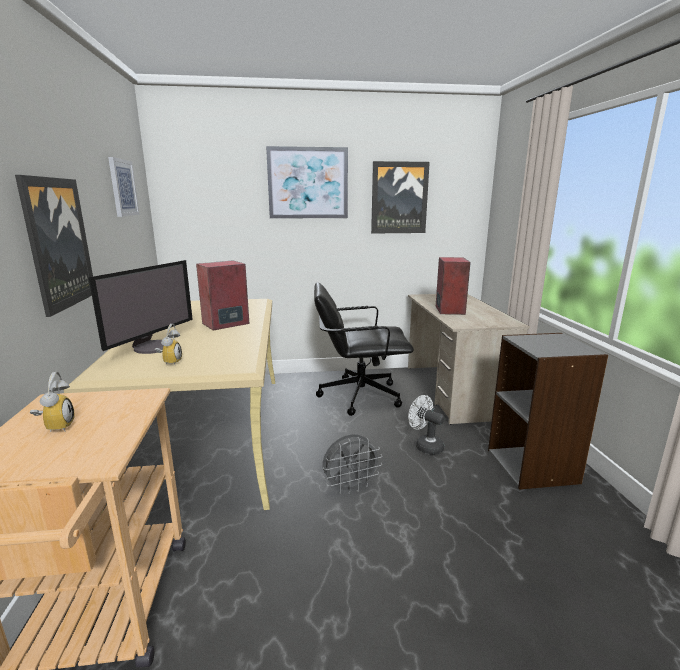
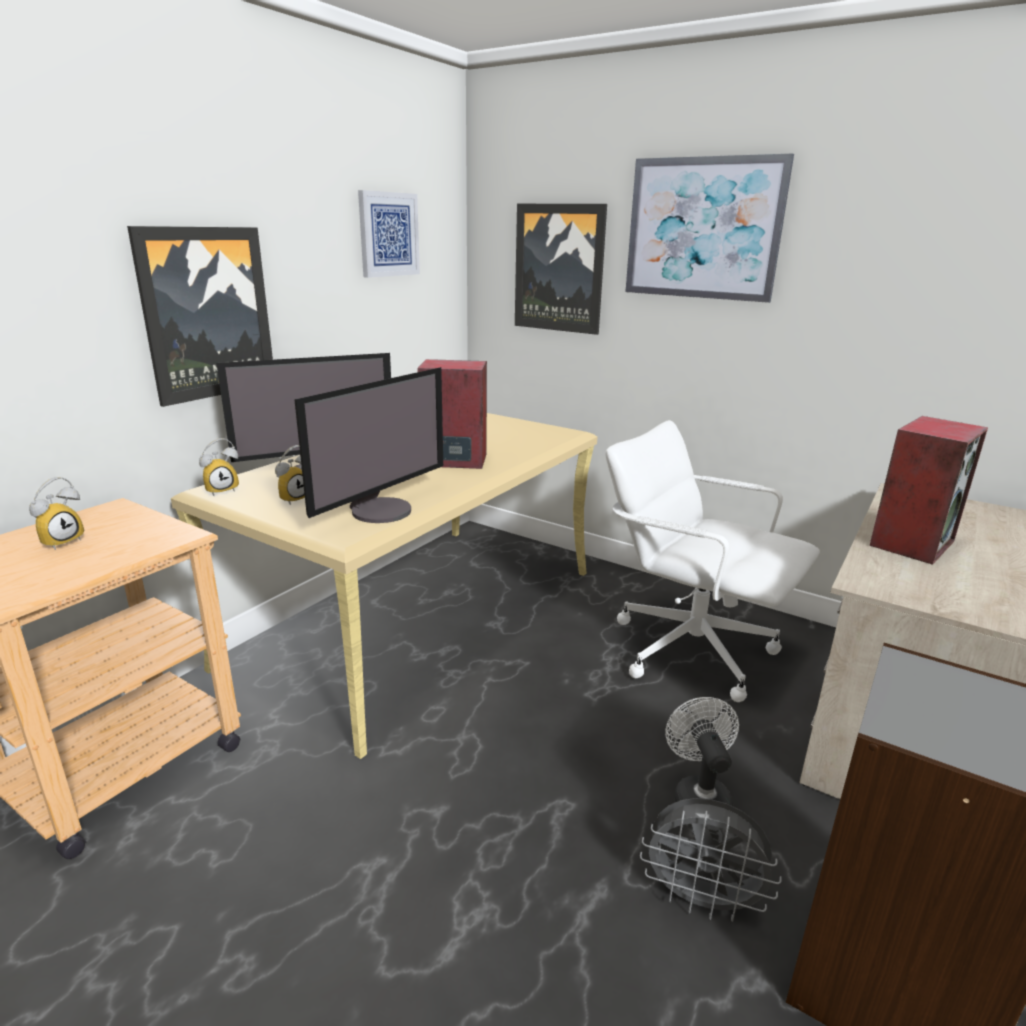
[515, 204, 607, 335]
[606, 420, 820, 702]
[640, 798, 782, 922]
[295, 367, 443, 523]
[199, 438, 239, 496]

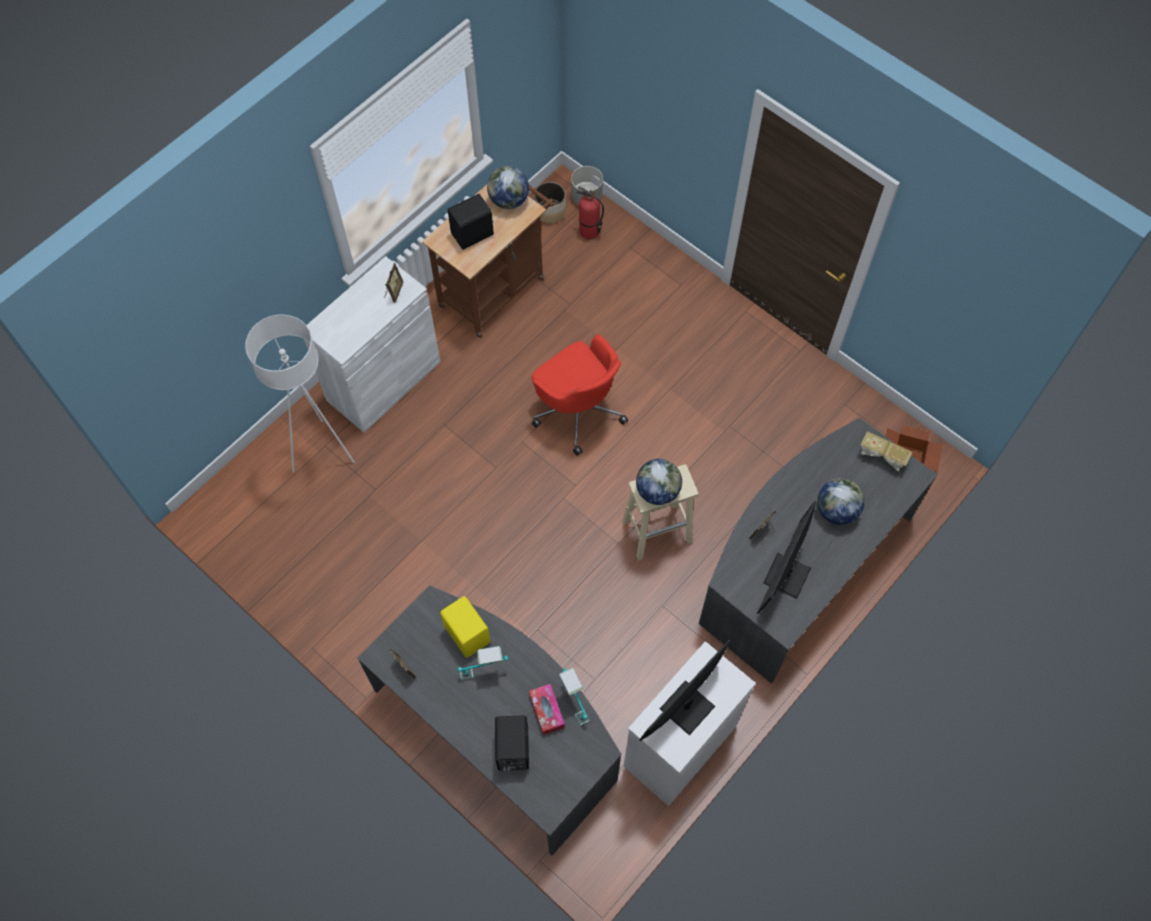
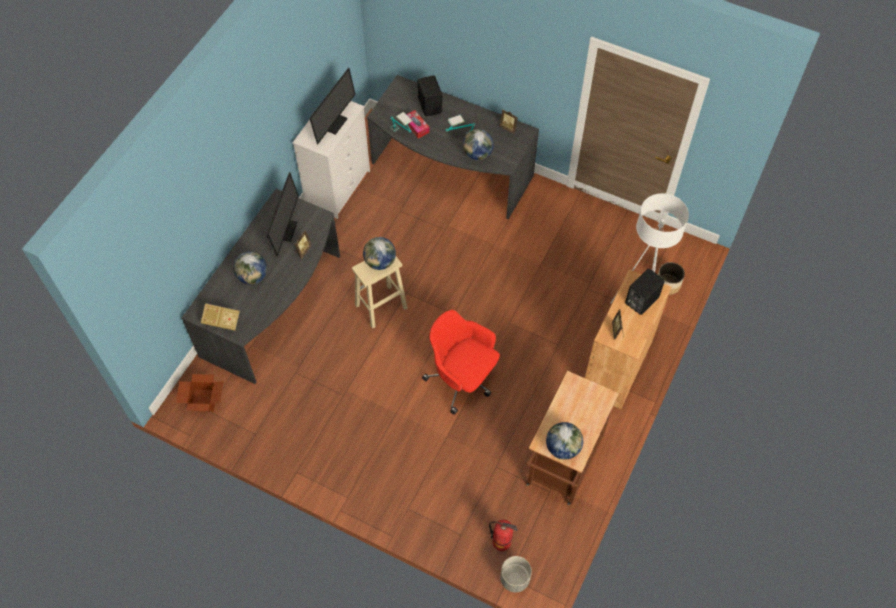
[658, 262, 685, 295]
[625, 269, 665, 315]
[585, 270, 671, 409]
[463, 129, 494, 160]

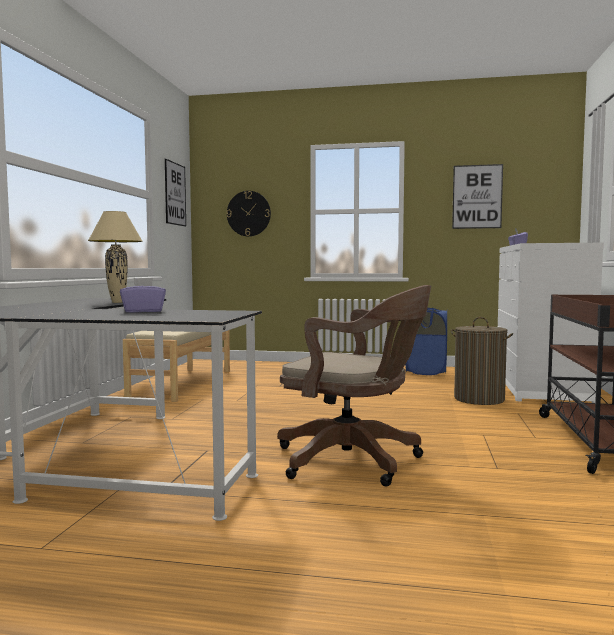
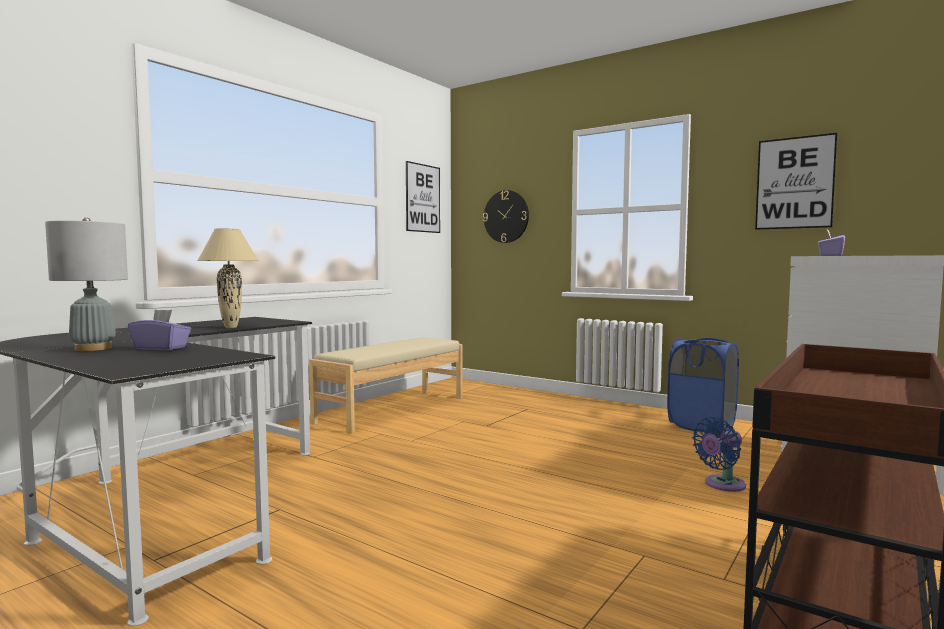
[277, 285, 431, 487] (first image)
[692, 417, 746, 492]
[45, 217, 128, 351]

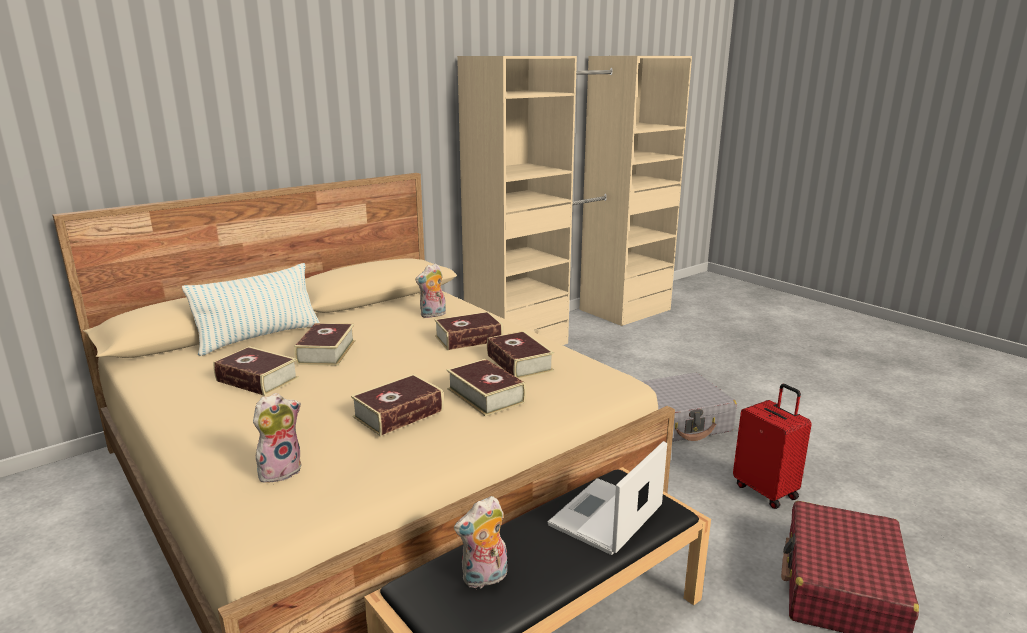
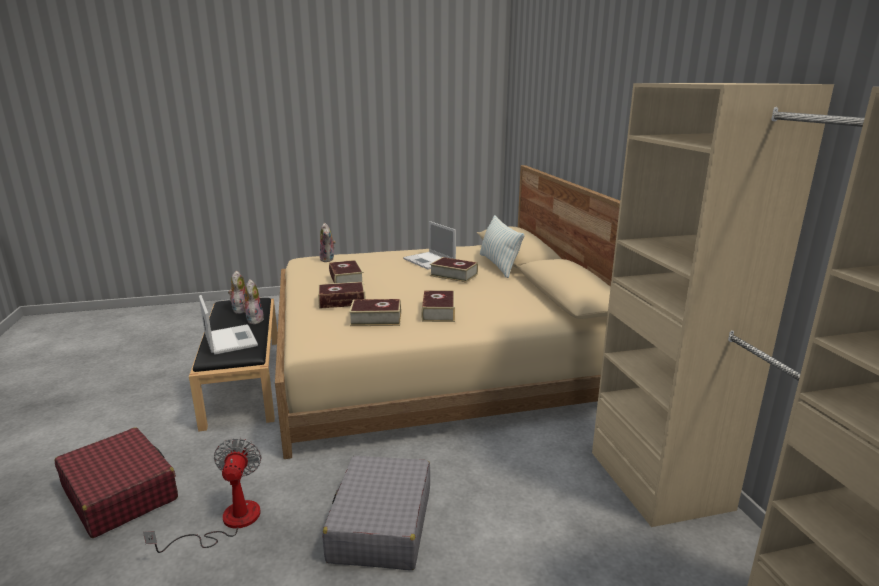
[241, 279, 264, 324]
[403, 221, 456, 269]
[143, 438, 262, 553]

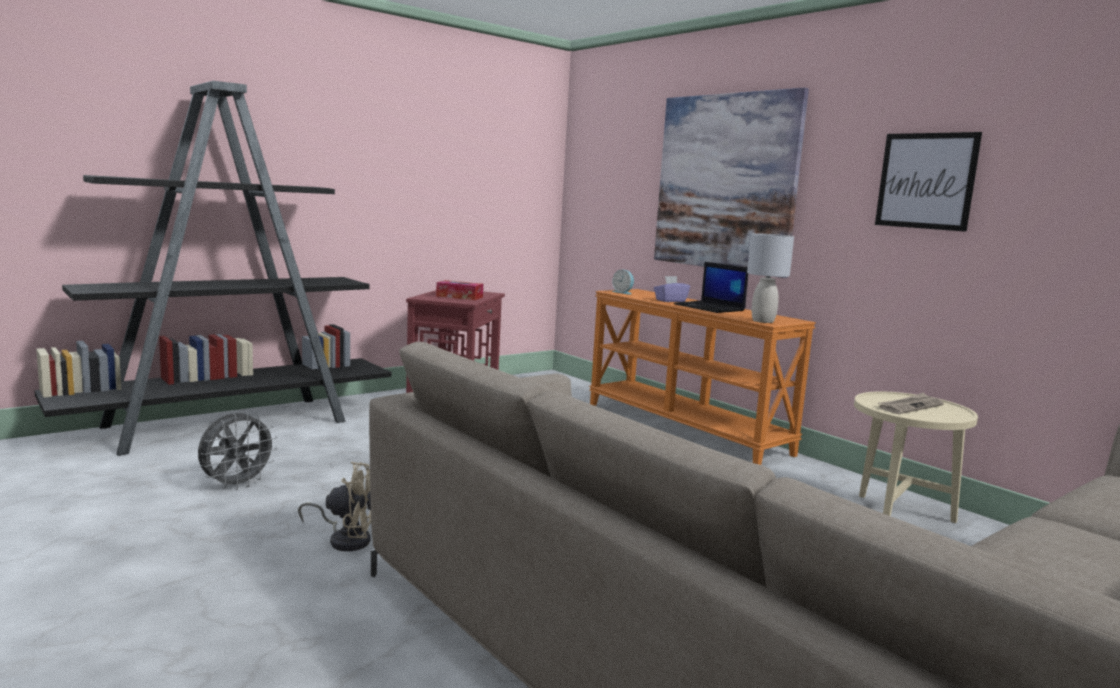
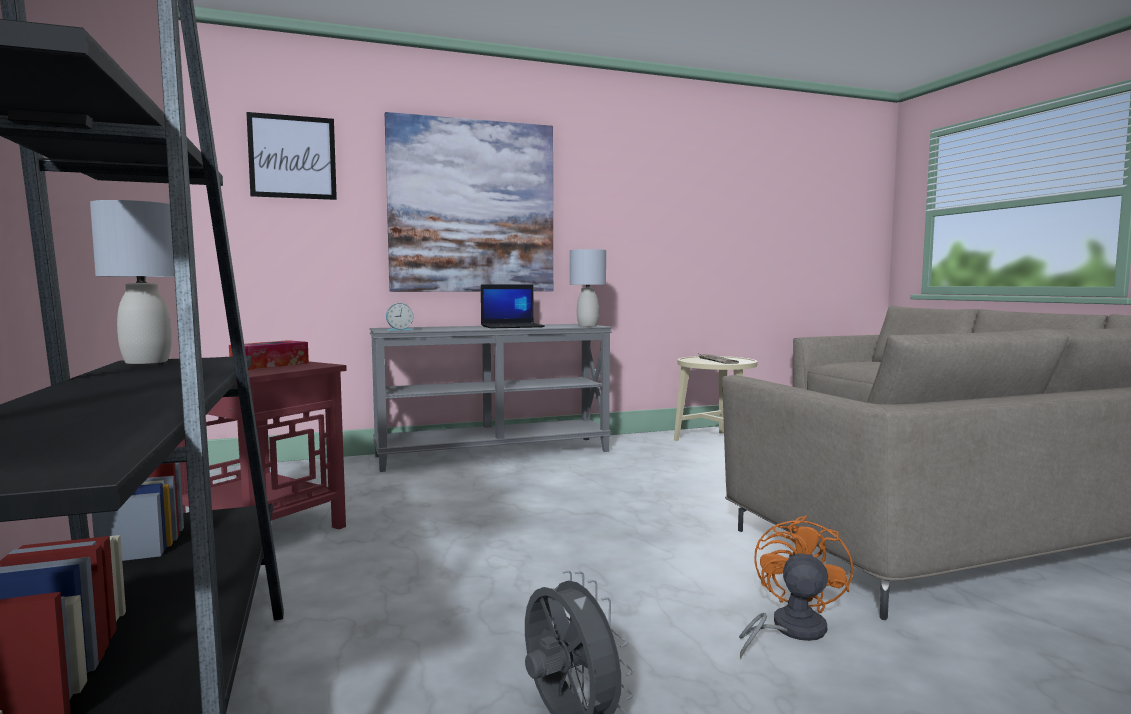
[246, 112, 337, 200]
[654, 276, 690, 302] (first image)
[370, 324, 612, 472]
[739, 515, 853, 659]
[90, 200, 174, 364]

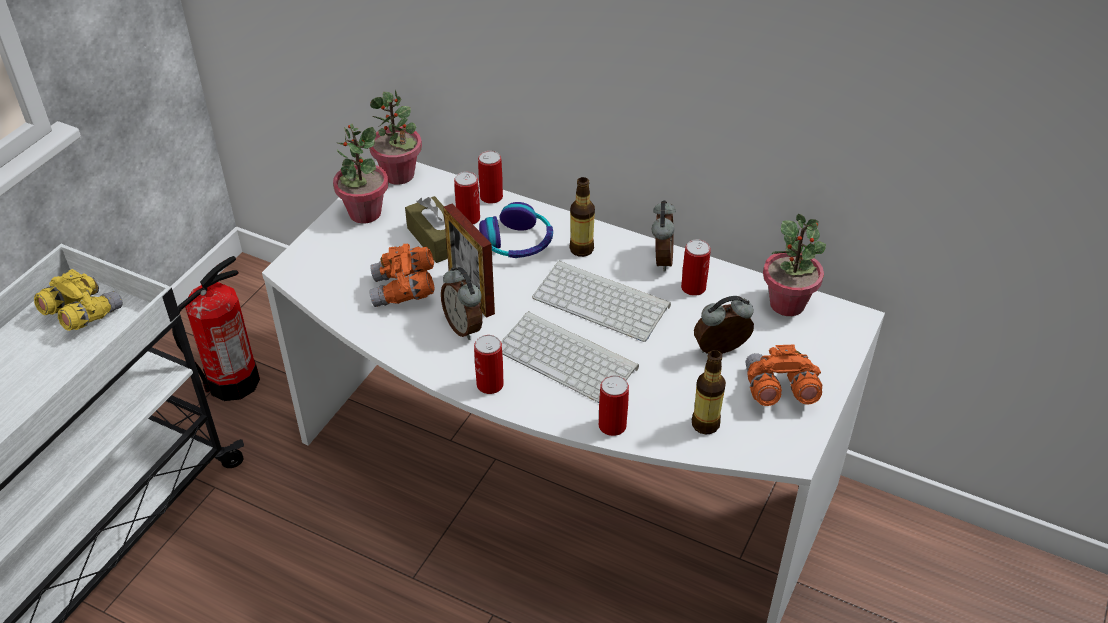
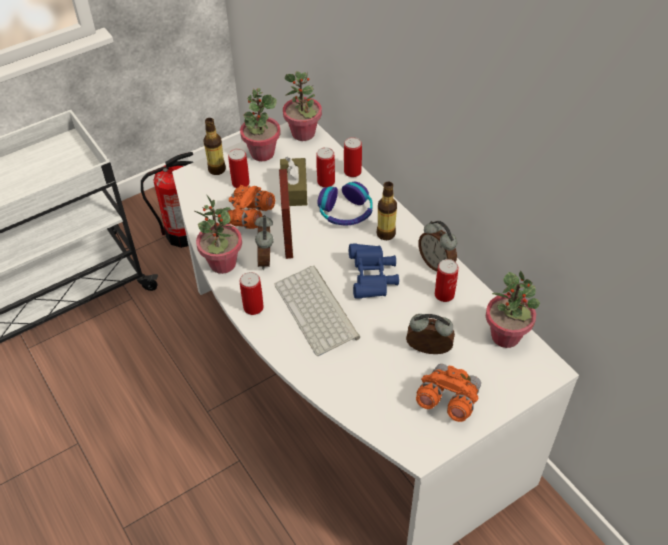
[418, 221, 457, 271]
[349, 243, 399, 299]
[34, 269, 122, 331] (first image)
[203, 118, 226, 175]
[228, 149, 250, 188]
[195, 194, 242, 274]

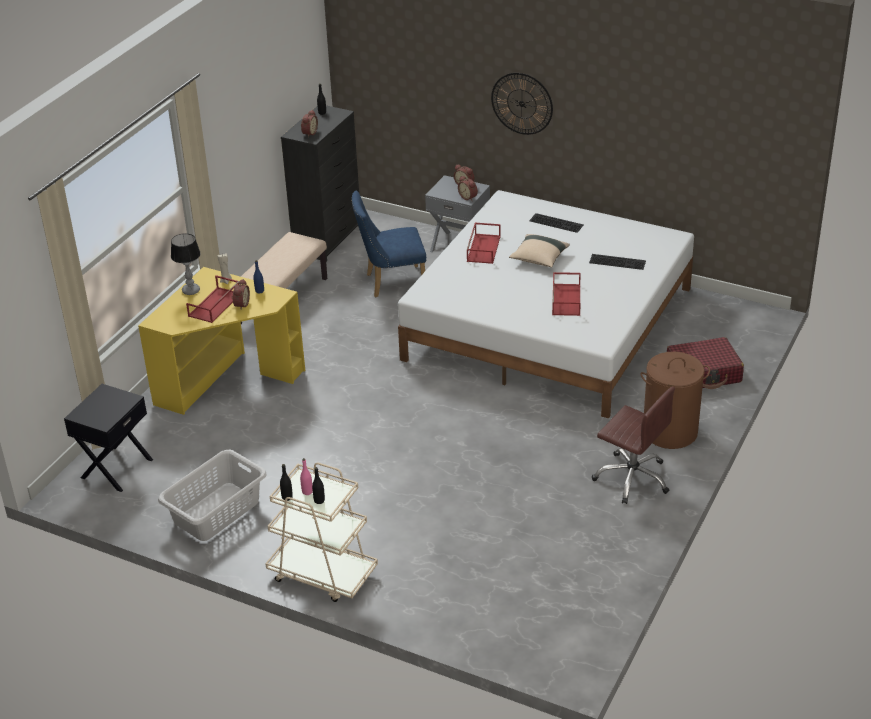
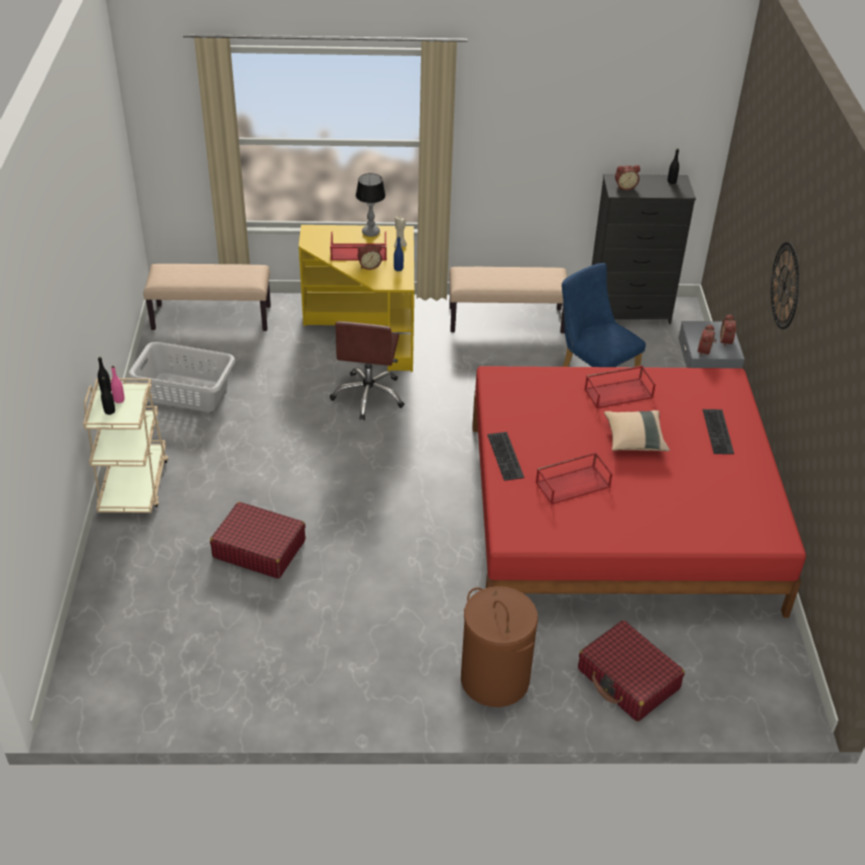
[472, 366, 806, 618]
[487, 432, 524, 481]
[144, 264, 271, 331]
[330, 321, 404, 420]
[210, 502, 305, 579]

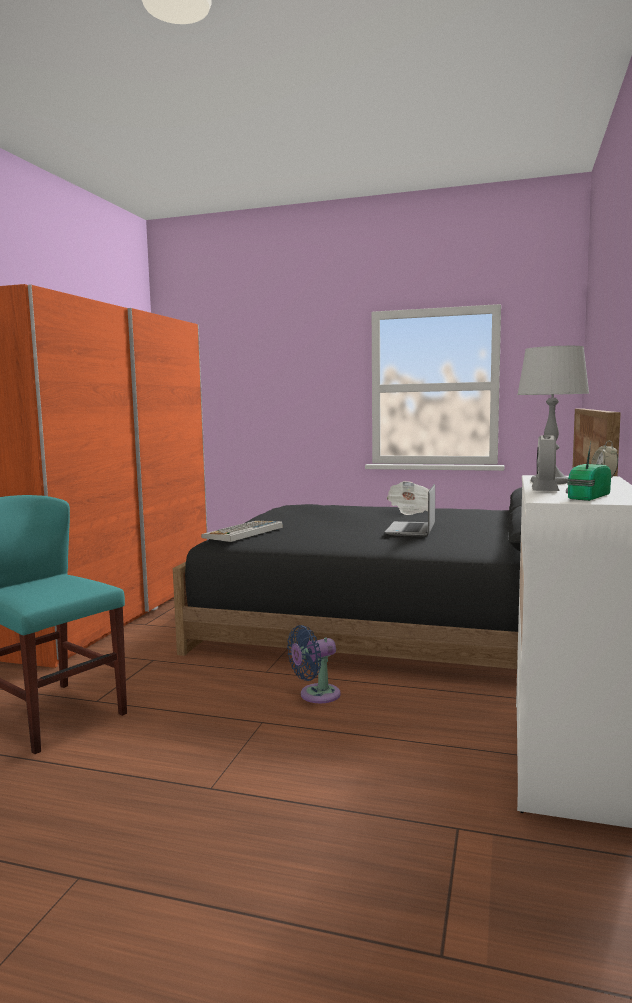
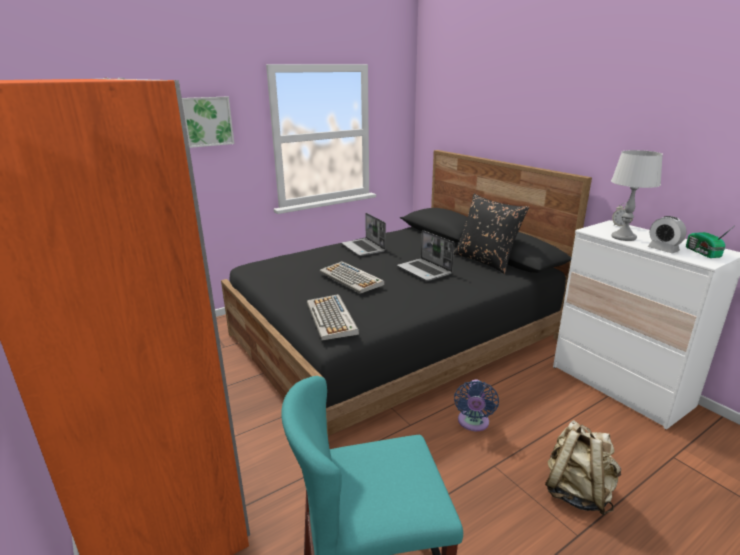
[341, 213, 386, 256]
[182, 97, 234, 148]
[454, 194, 529, 274]
[320, 261, 385, 294]
[545, 420, 621, 515]

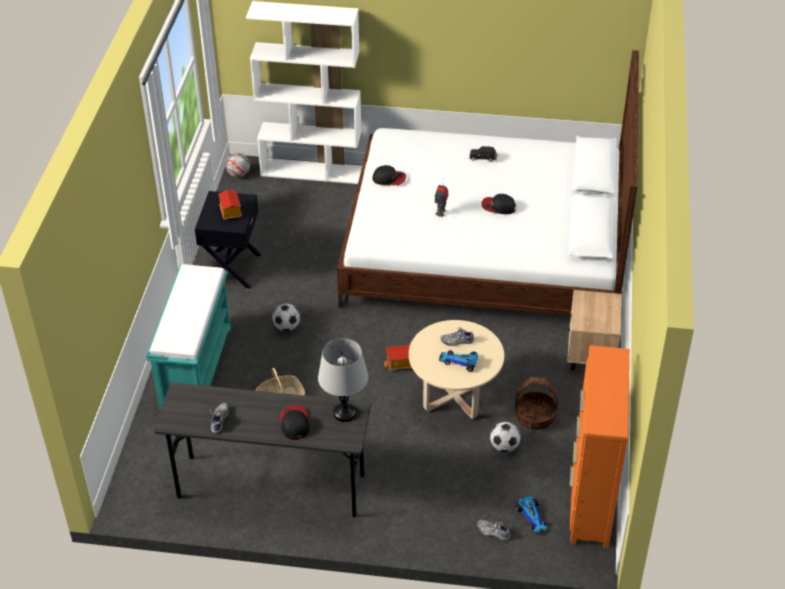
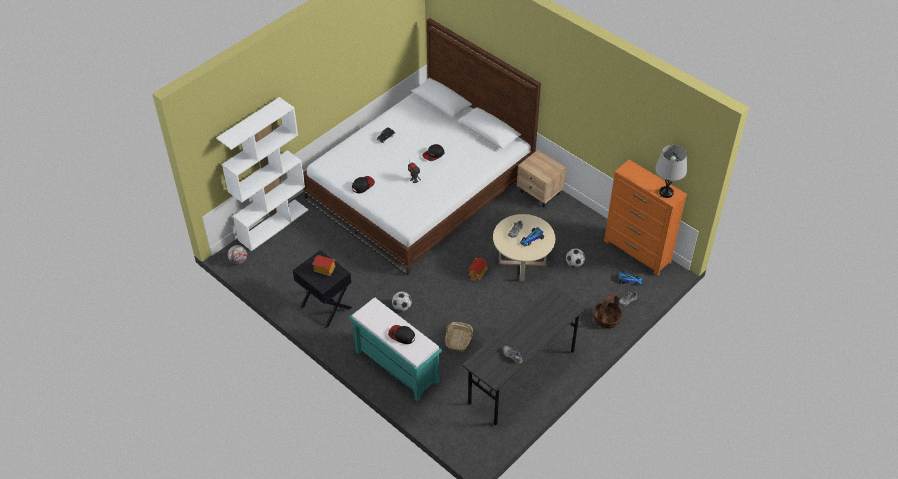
[655, 145, 687, 198]
[593, 293, 622, 329]
[388, 325, 415, 344]

